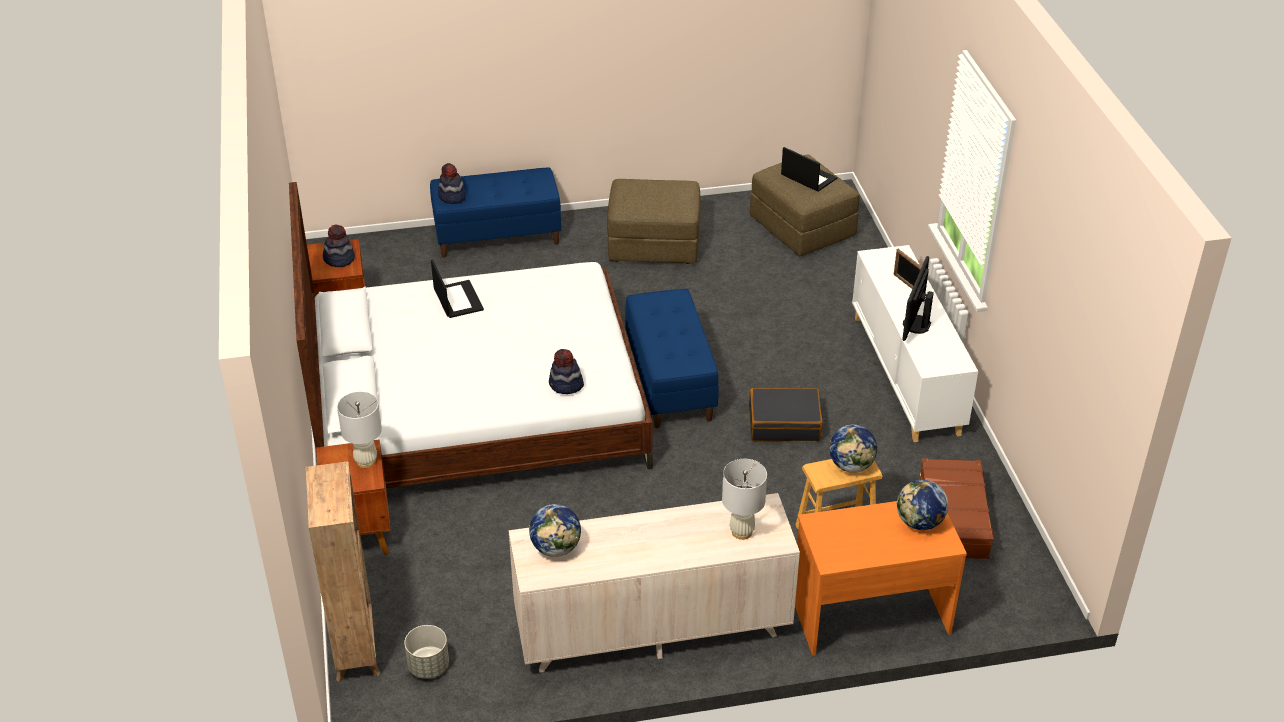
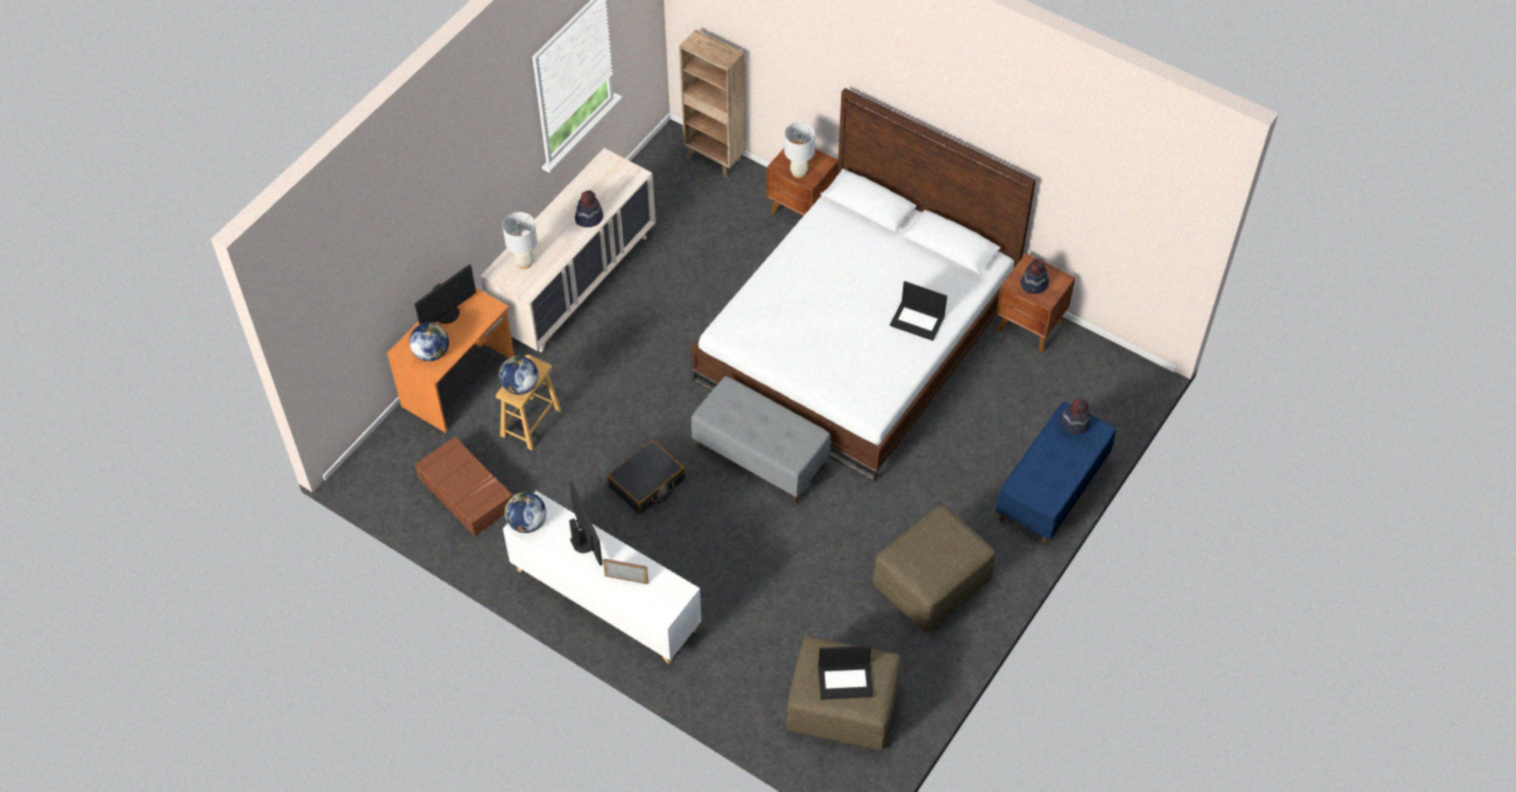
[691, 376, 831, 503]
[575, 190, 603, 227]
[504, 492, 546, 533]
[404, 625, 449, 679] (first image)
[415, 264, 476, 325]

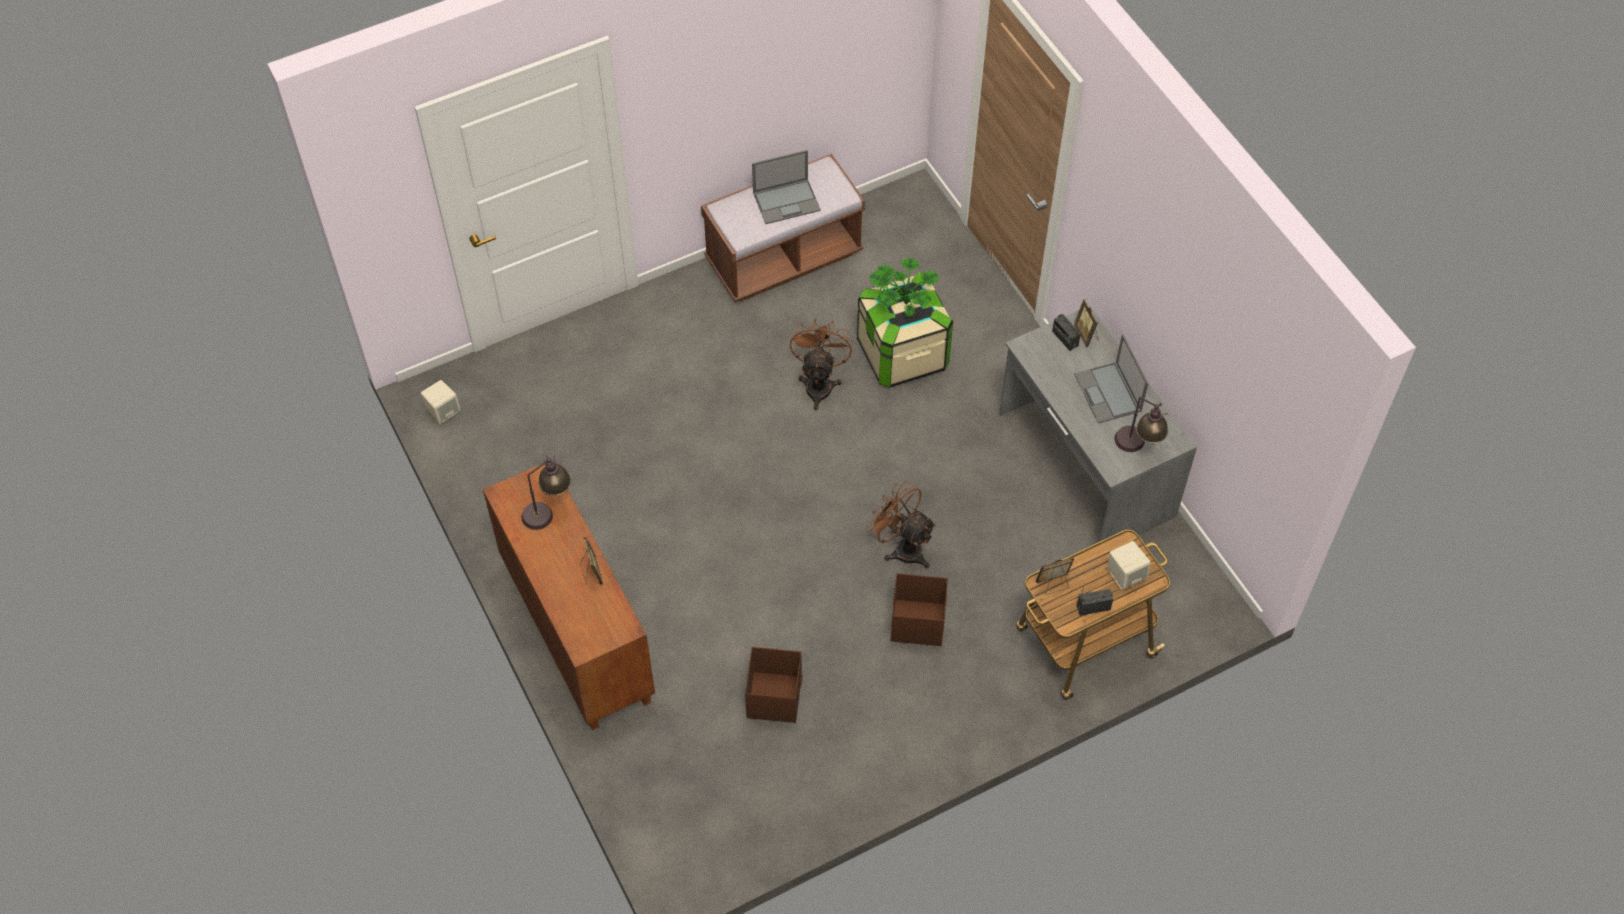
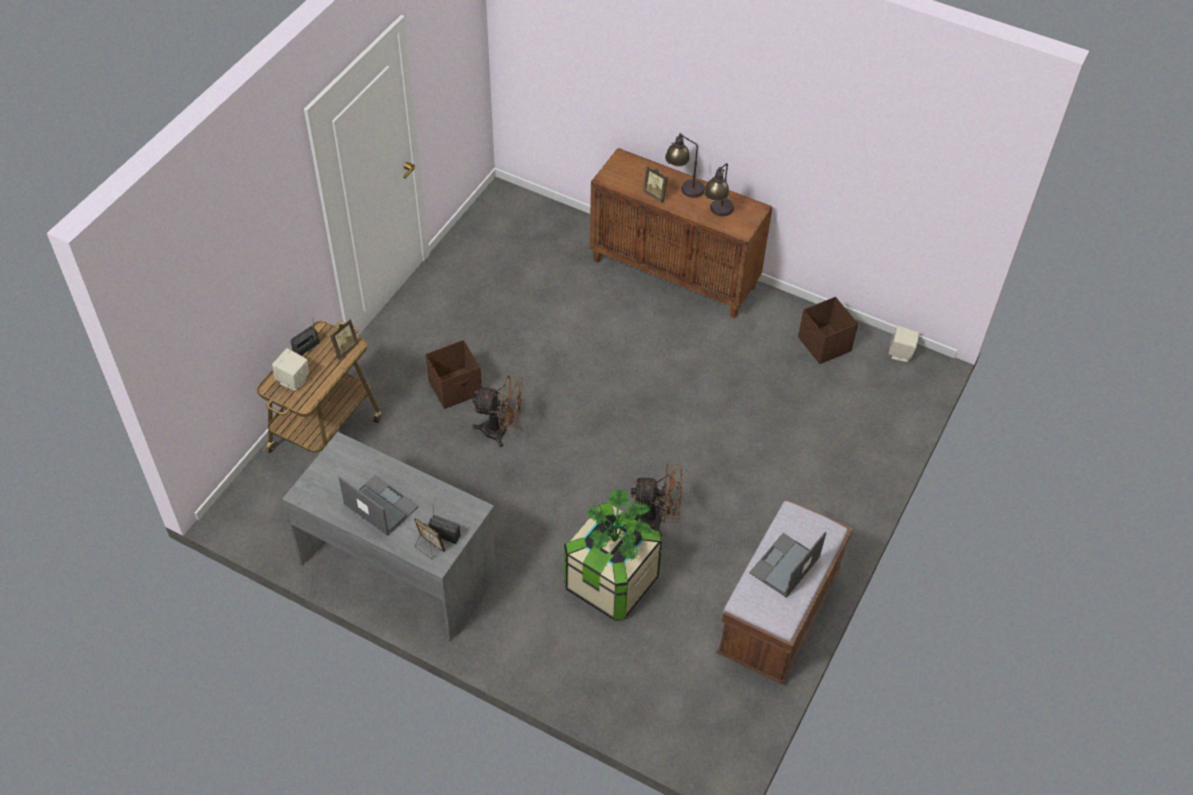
[631, 463, 682, 536]
[665, 133, 705, 198]
[798, 297, 858, 364]

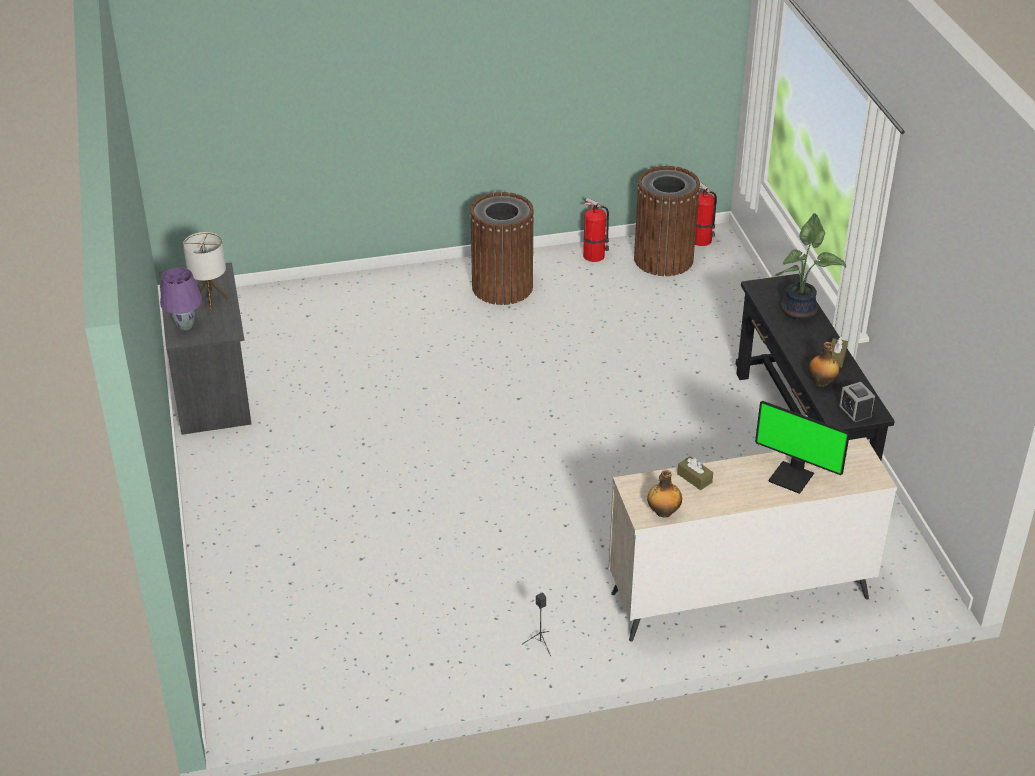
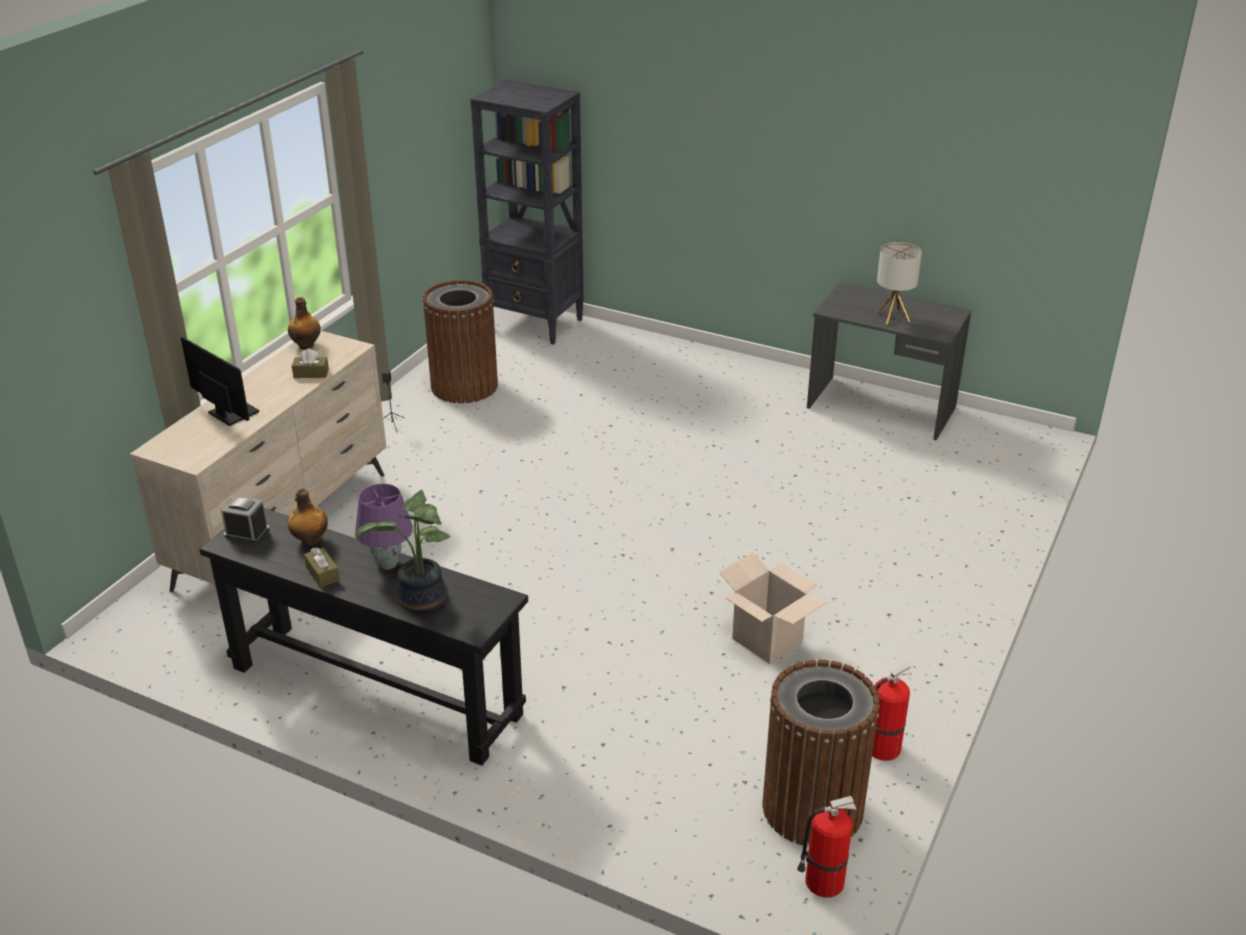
[423, 280, 498, 403]
[355, 484, 413, 570]
[181, 337, 259, 426]
[470, 80, 584, 345]
[719, 552, 827, 664]

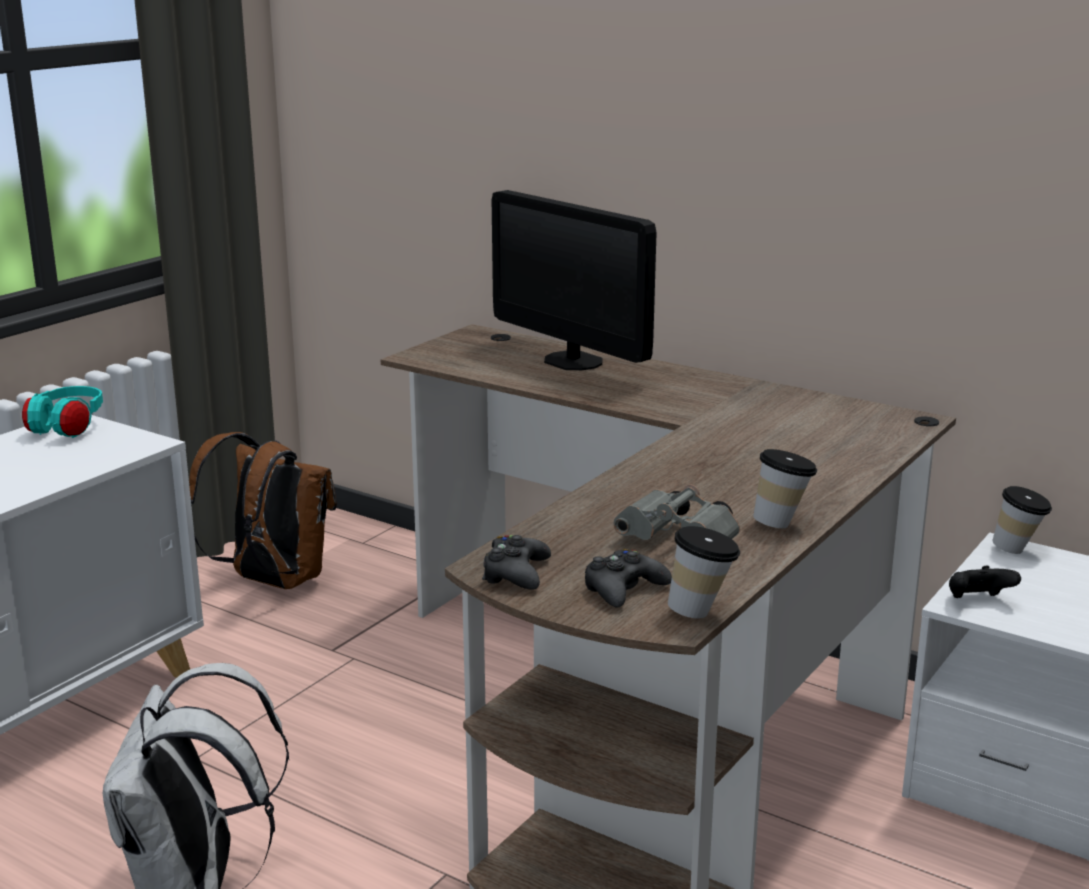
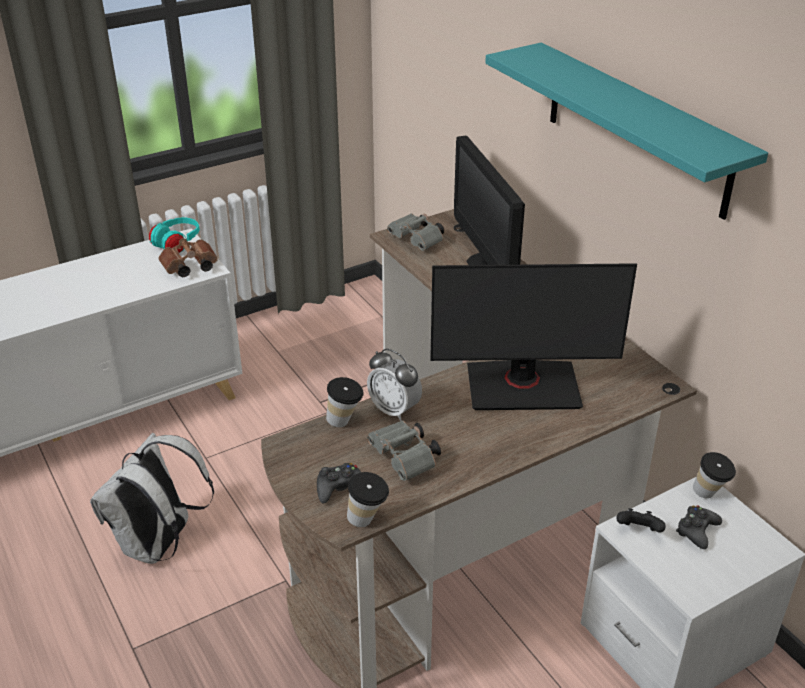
[189, 432, 337, 589] (first image)
[326, 377, 364, 427]
[676, 505, 722, 549]
[485, 42, 768, 220]
[387, 214, 444, 251]
[159, 238, 218, 277]
[430, 263, 637, 410]
[367, 349, 422, 421]

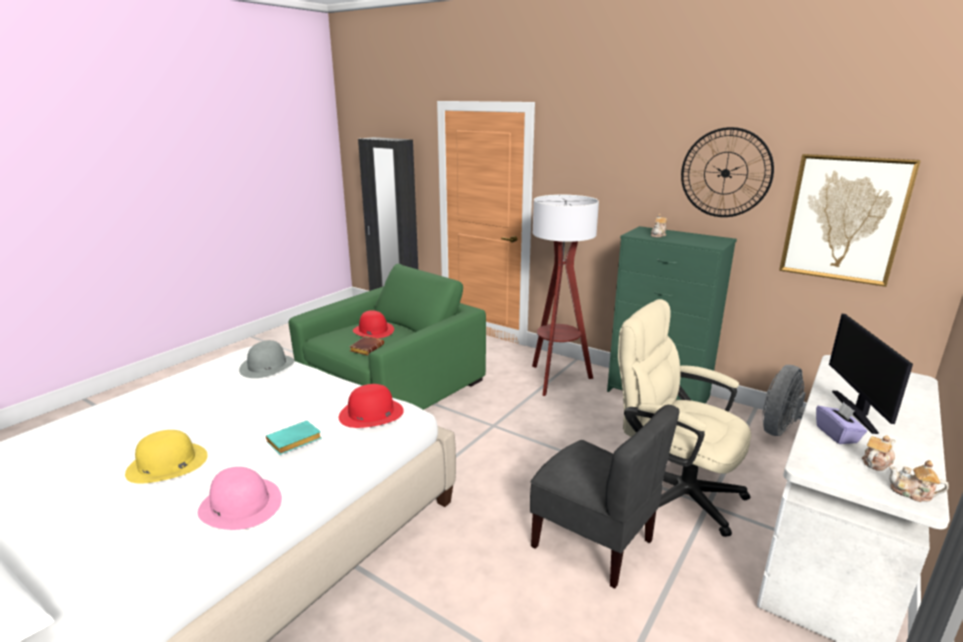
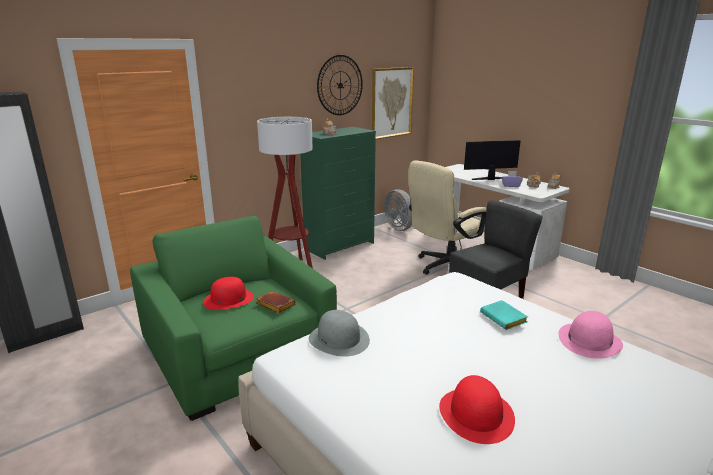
[464, 140, 521, 180]
[439, 375, 515, 444]
[125, 430, 208, 484] (first image)

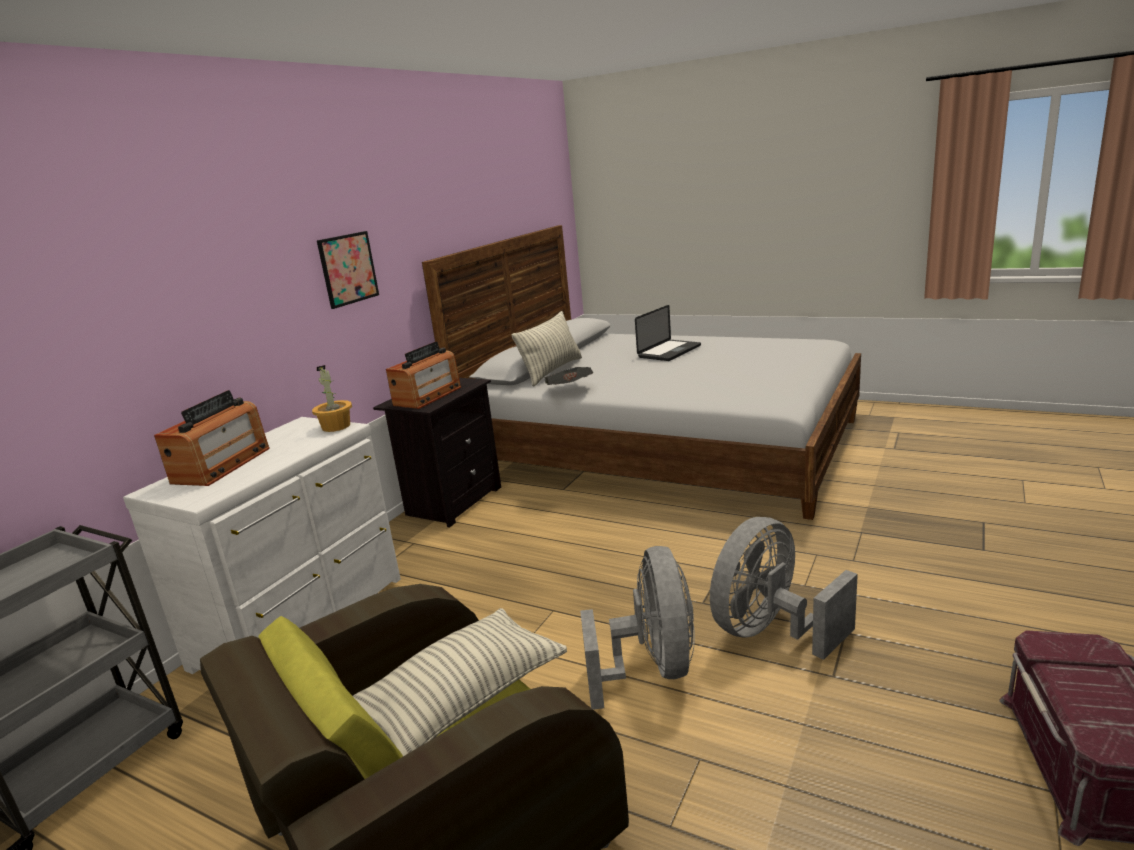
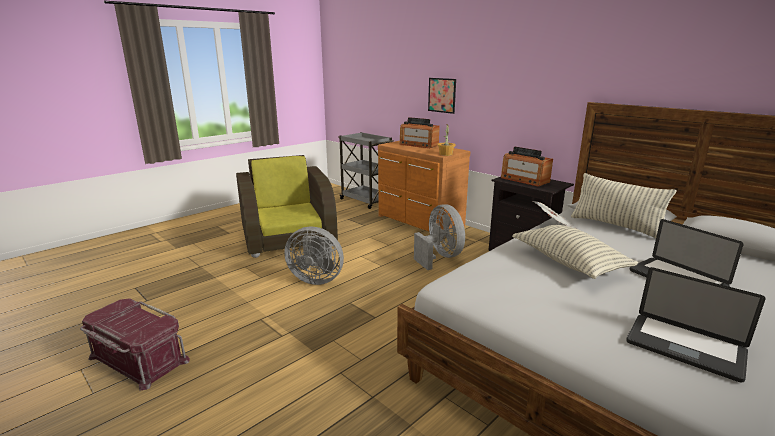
[428, 78, 456, 114]
[378, 141, 470, 231]
[414, 204, 465, 270]
[512, 225, 638, 279]
[626, 267, 766, 383]

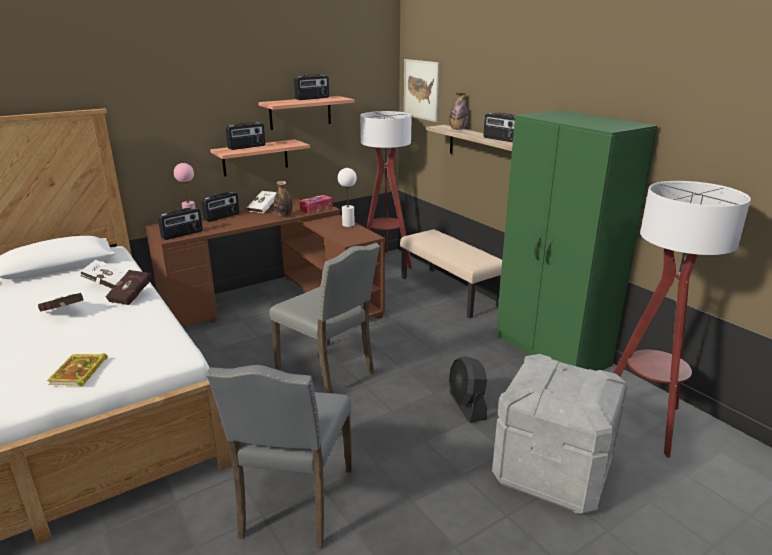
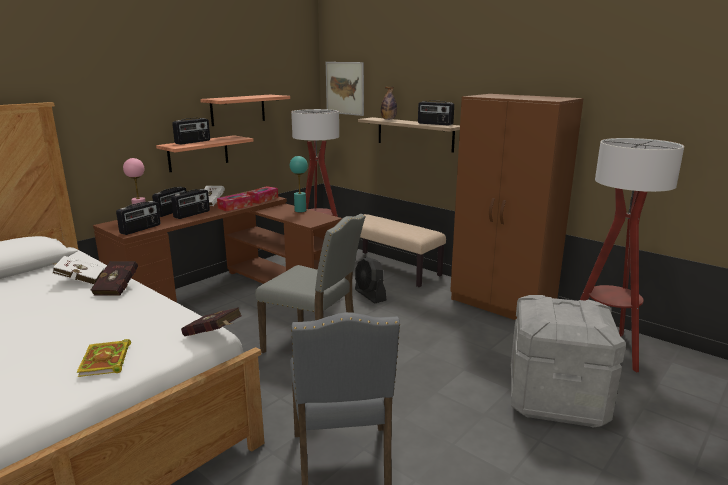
[171, 189, 210, 219]
[450, 94, 584, 320]
[290, 156, 308, 212]
[217, 193, 253, 211]
[181, 307, 242, 336]
[355, 257, 386, 303]

